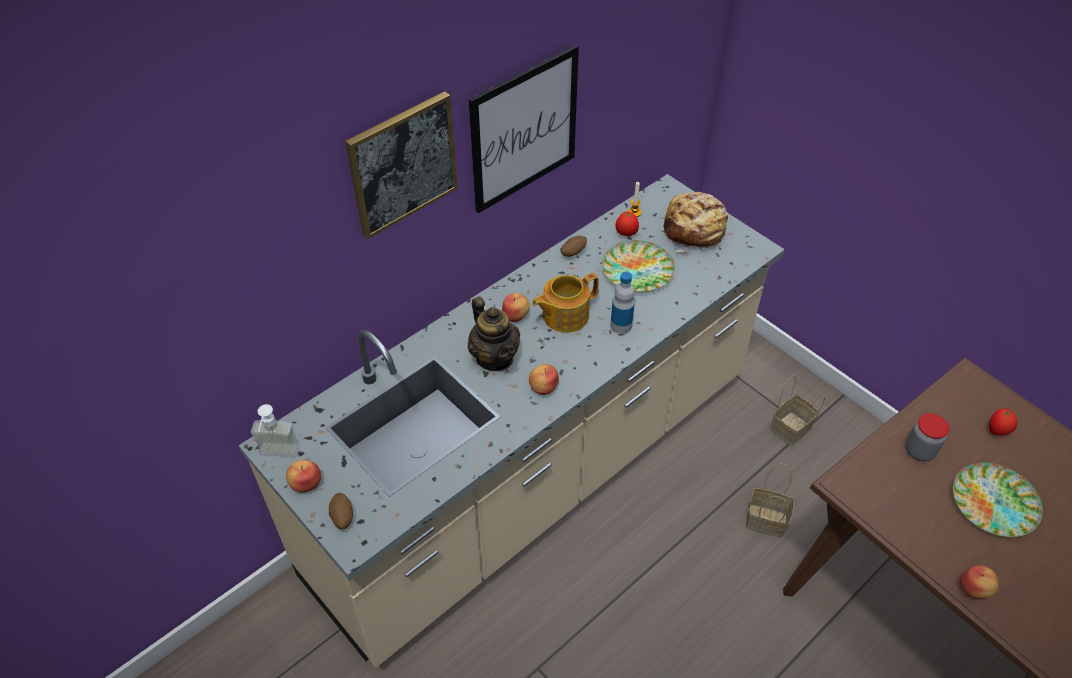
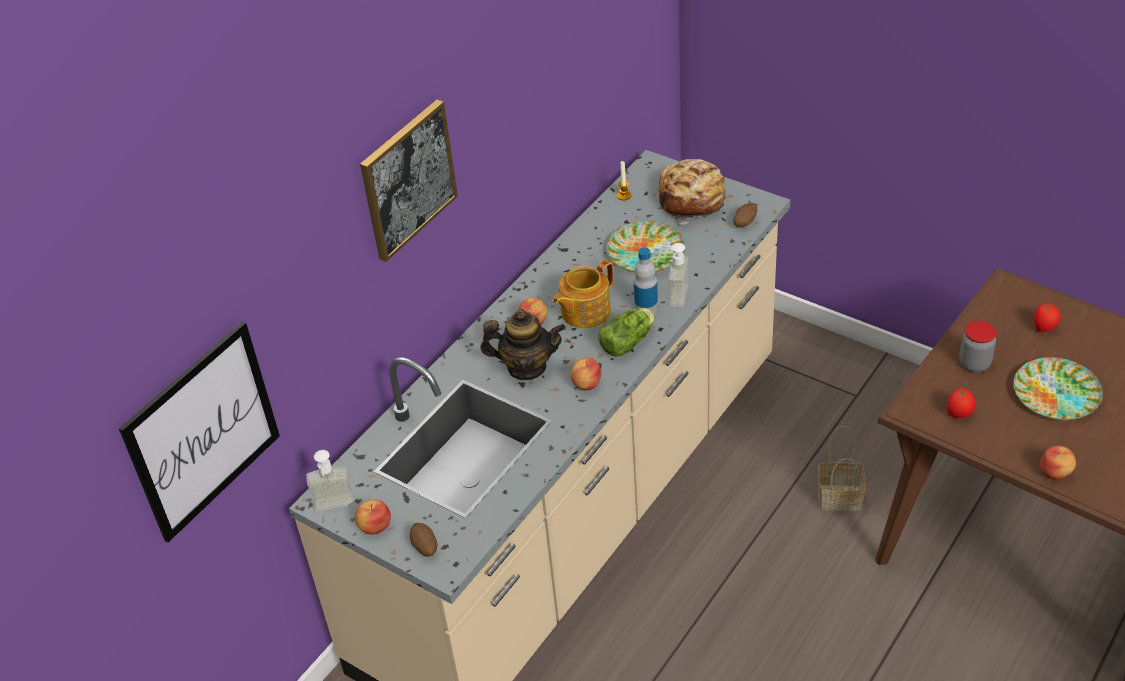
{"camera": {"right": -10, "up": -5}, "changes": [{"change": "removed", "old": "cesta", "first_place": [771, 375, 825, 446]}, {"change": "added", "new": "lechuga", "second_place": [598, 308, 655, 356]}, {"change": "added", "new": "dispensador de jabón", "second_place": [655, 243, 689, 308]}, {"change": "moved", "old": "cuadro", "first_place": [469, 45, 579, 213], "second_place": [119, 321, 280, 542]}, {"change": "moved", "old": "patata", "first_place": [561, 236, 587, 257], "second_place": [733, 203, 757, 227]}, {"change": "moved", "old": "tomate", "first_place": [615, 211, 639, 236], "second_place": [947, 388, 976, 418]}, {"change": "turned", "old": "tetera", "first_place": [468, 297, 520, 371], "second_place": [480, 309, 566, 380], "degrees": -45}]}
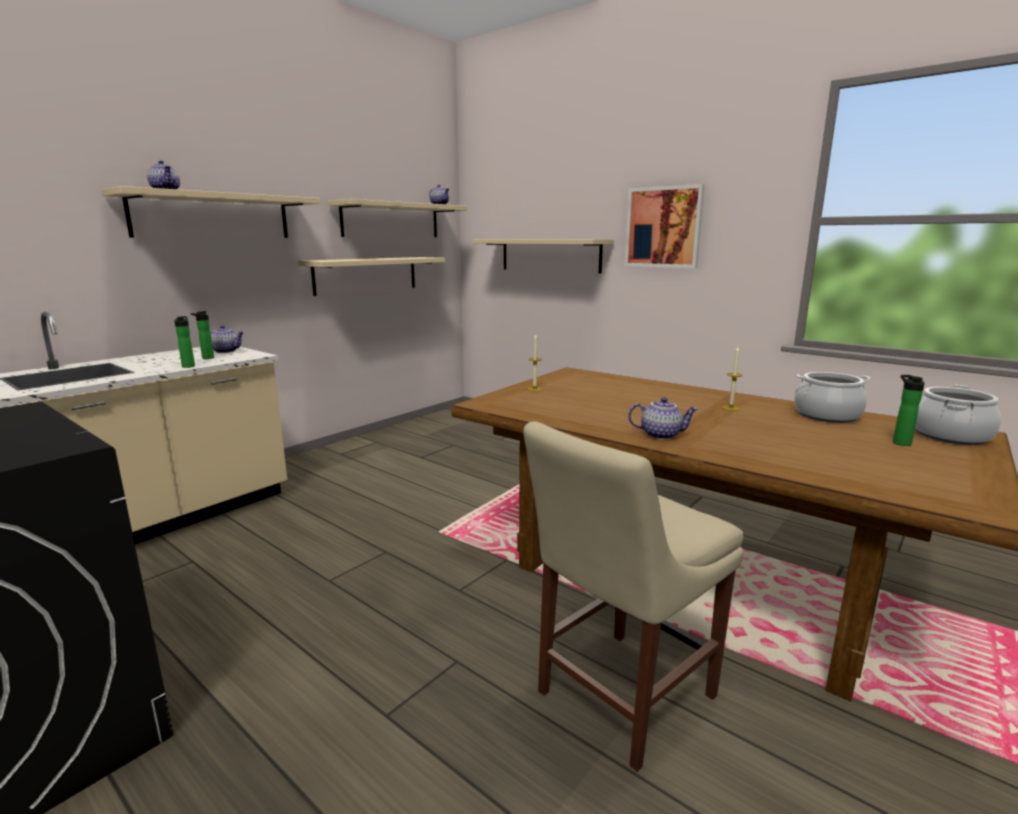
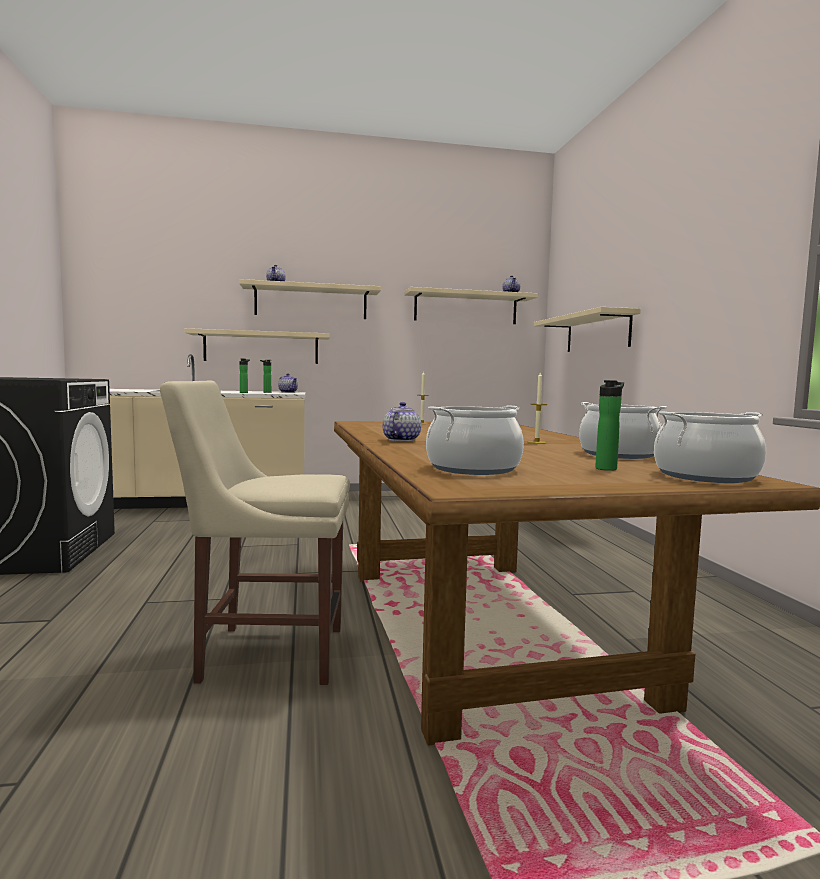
{"camera": {"right": 40, "up": -10}, "changes": [{"change": "removed", "old": "cuadro", "first_place": [625, 184, 705, 268]}, {"change": "added", "new": "olla", "second_place": [426, 406, 524, 475]}, {"change": "moved", "old": "estante (beis)", "first_place": [298, 257, 445, 296], "second_place": [185, 328, 330, 364]}, {"change": "turned", "old": "tetera", "first_place": [628, 397, 698, 440], "second_place": [383, 402, 421, 441], "degrees": -120}]}
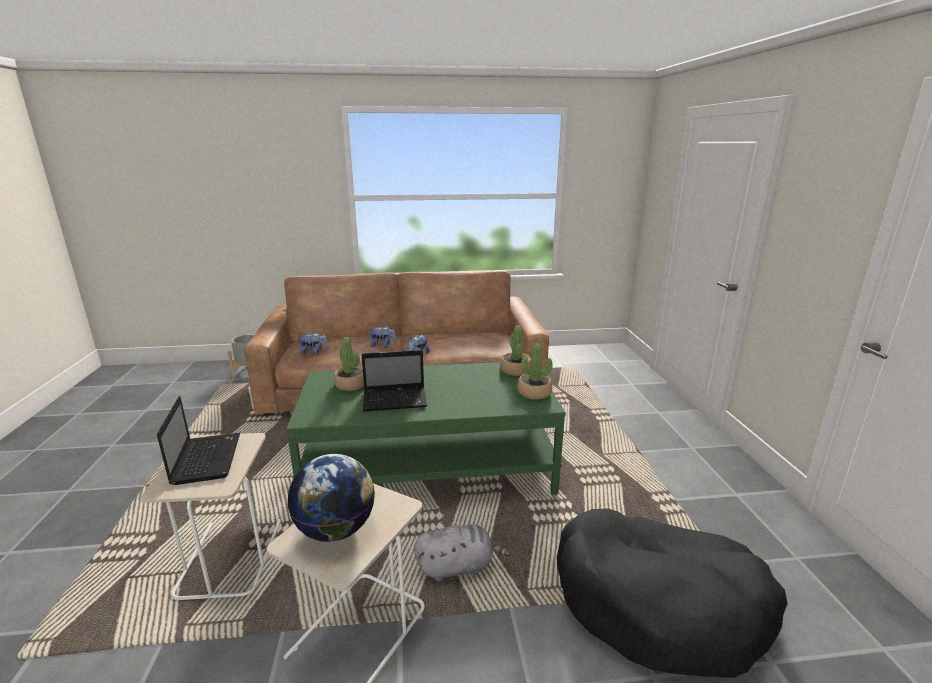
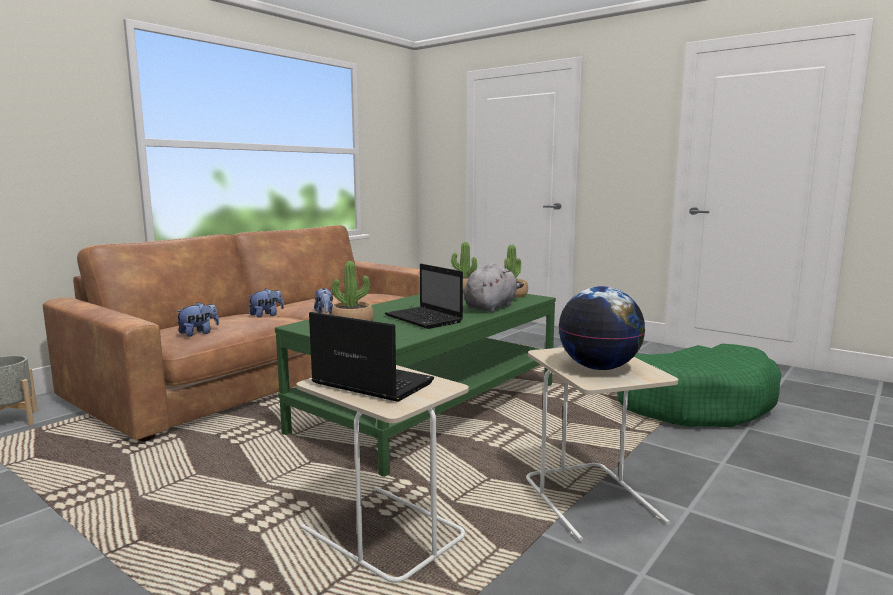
{"camera": {"right": -45, "up": -10}, "changes": [{"change": "moved", "old": "peluche (gris)", "first_place": [414, 524, 511, 581], "second_place": [464, 263, 524, 313]}, {"change": "recoloured", "old": "cama para perro (negro)", "new": "cama para perro (verde)", "first_place": [557, 509, 788, 678], "second_place": [617, 344, 781, 427]}, {"change": "turned", "old": "portátil", "first_place": [362, 350, 427, 411], "second_place": [385, 264, 463, 329], "degrees": 105}]}
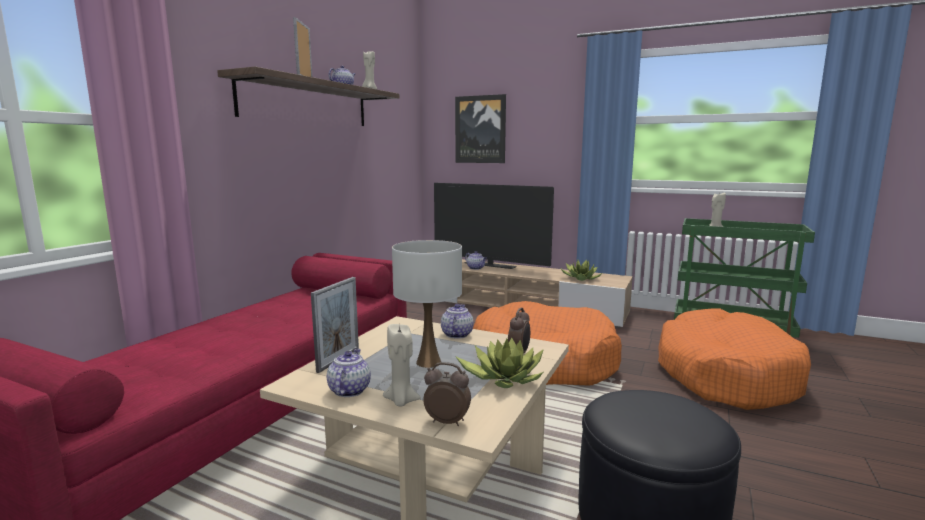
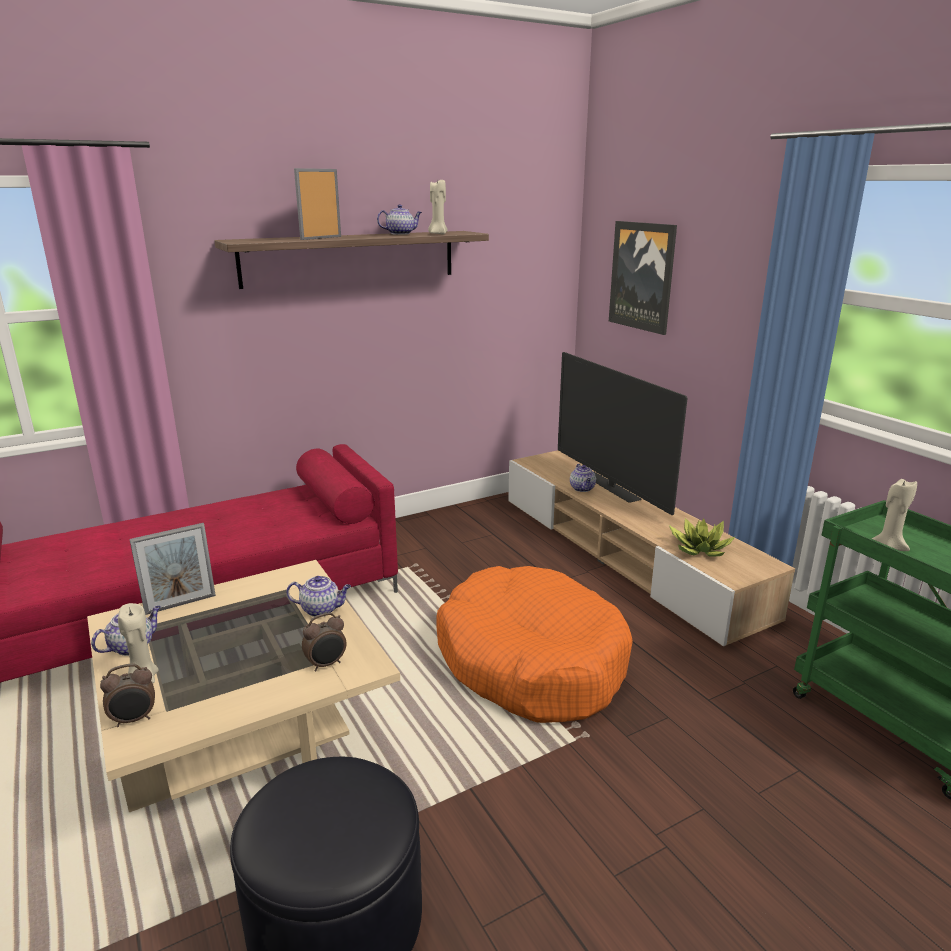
{"camera": {"right": 35, "up": 10}, "changes": [{"change": "removed", "old": "lámpara de mesa (blanco)", "first_place": [392, 240, 462, 368]}, {"change": "removed", "old": "planta en maceta", "first_place": [455, 338, 544, 388]}, {"change": "removed", "old": "cama para perro (naranja)", "first_place": [658, 308, 811, 410]}, {"change": "turned", "old": "despertador", "first_place": [423, 362, 471, 426], "second_place": [100, 664, 155, 727], "degrees": 105}, {"change": "turned", "old": "tetera", "first_place": [441, 304, 474, 339], "second_place": [286, 576, 351, 617], "degrees": 45}]}
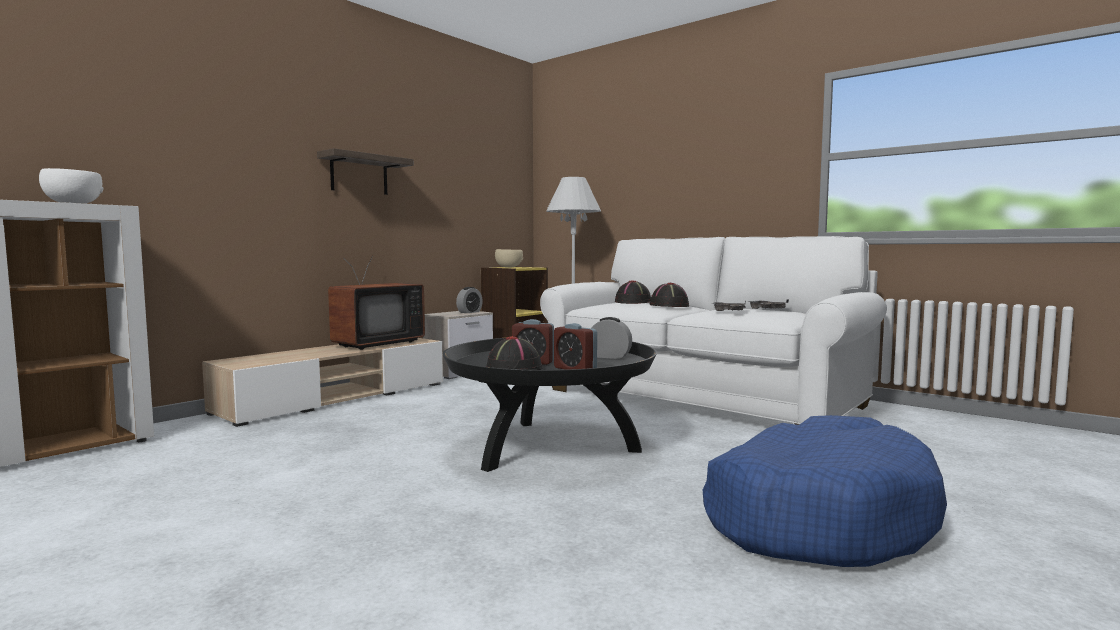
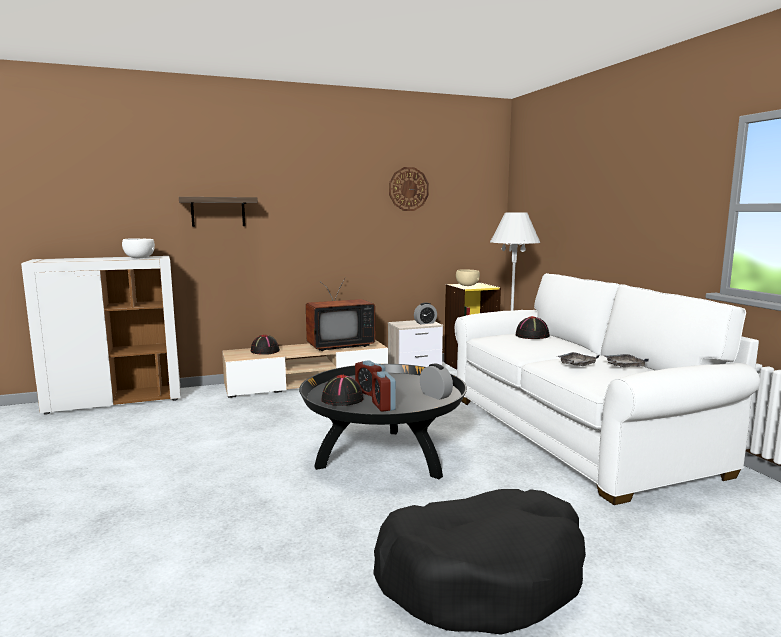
{"camera": {"right": 30, "up": 5}, "changes": [{"change": "added", "new": "reloj de pared", "second_place": [389, 167, 429, 211]}, {"change": "moved", "old": "estante", "first_place": [317, 148, 414, 195], "second_place": [179, 197, 258, 227]}, {"change": "moved", "old": "sombrero (negro)", "first_place": [649, 283, 689, 307], "second_place": [251, 335, 280, 355]}, {"change": "recoloured", "old": "cama para perro (azul)", "new": "cama para perro (negro)", "first_place": [703, 415, 947, 567], "second_place": [373, 489, 586, 635]}]}
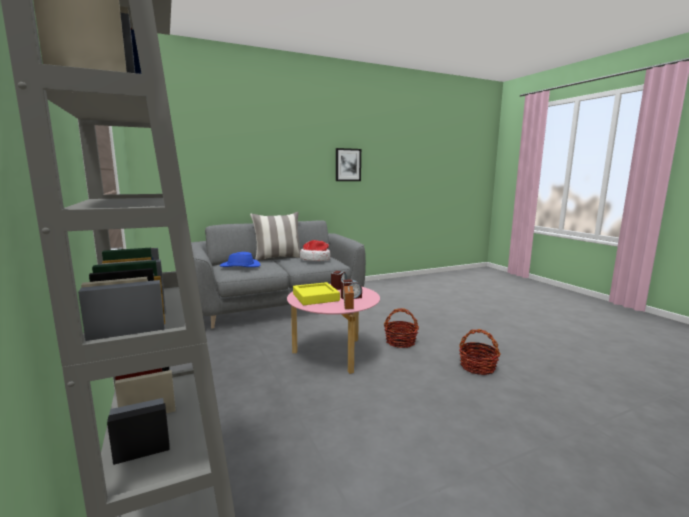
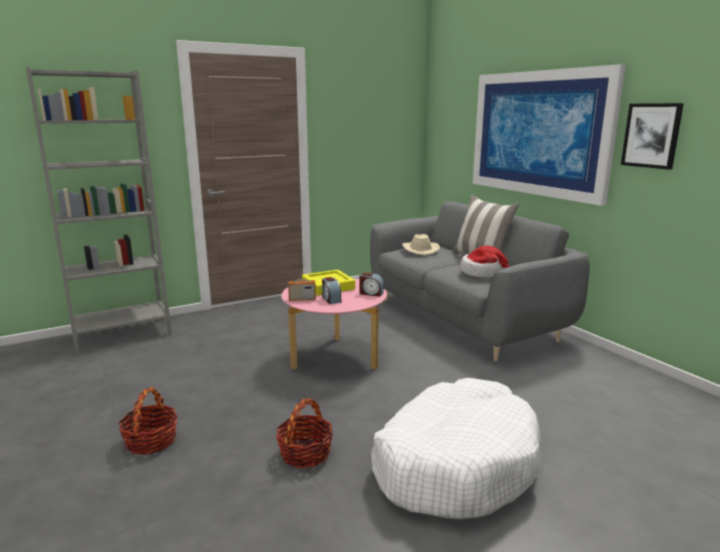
{"camera": {"right": 85, "up": 5}, "changes": [{"change": "added", "new": "cama para perro (blanco)", "second_place": [371, 378, 541, 519]}, {"change": "added", "new": "cuadro", "second_place": [473, 64, 626, 206]}, {"change": "moved", "old": "cesta", "first_place": [384, 308, 419, 348], "second_place": [118, 387, 178, 455]}, {"change": "recoloured", "old": "sombrero (azul)", "new": "sombrero (beis)", "first_place": [220, 252, 260, 267], "second_place": [402, 234, 440, 255]}]}
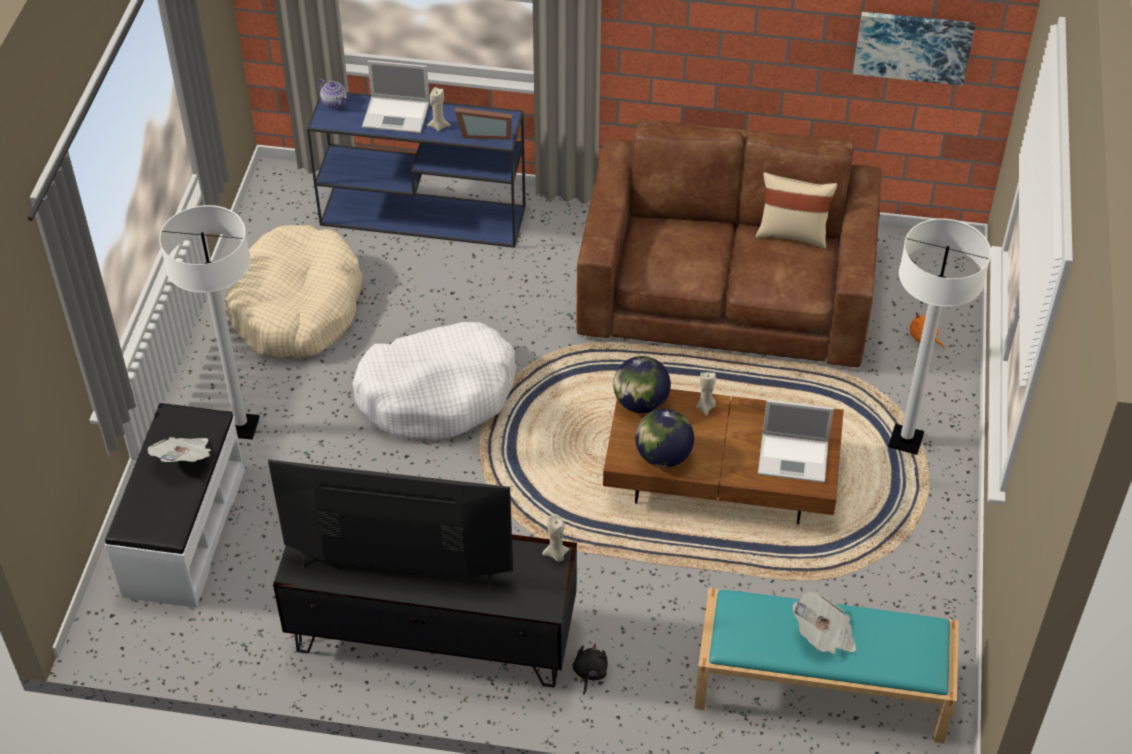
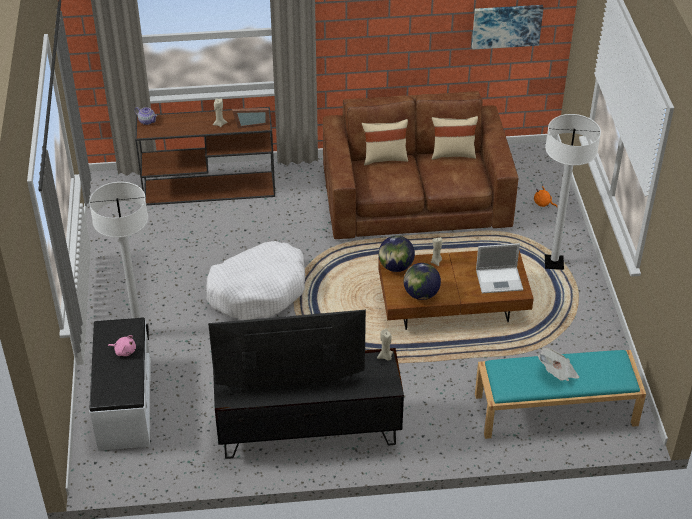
{"camera": {"right": -15, "up": -5}, "changes": [{"change": "removed", "old": "cama para perro (beis)", "first_place": [225, 225, 362, 358]}, {"change": "removed", "old": "portátil", "first_place": [362, 60, 430, 133]}, {"change": "removed", "old": "peluche (negro)", "first_place": [572, 643, 608, 695]}, {"change": "added", "new": "cojín (beis)", "second_place": [362, 119, 408, 166]}, {"change": "replaced", "old": "periódico", "new": "peluche (rosa)", "first_place": [148, 437, 211, 462], "second_place": [108, 335, 136, 356]}, {"change": "recoloured", "old": "mesa consola (azul)", "new": "mesa consola (marrón)", "first_place": [307, 92, 526, 248], "second_place": [135, 107, 275, 205]}]}
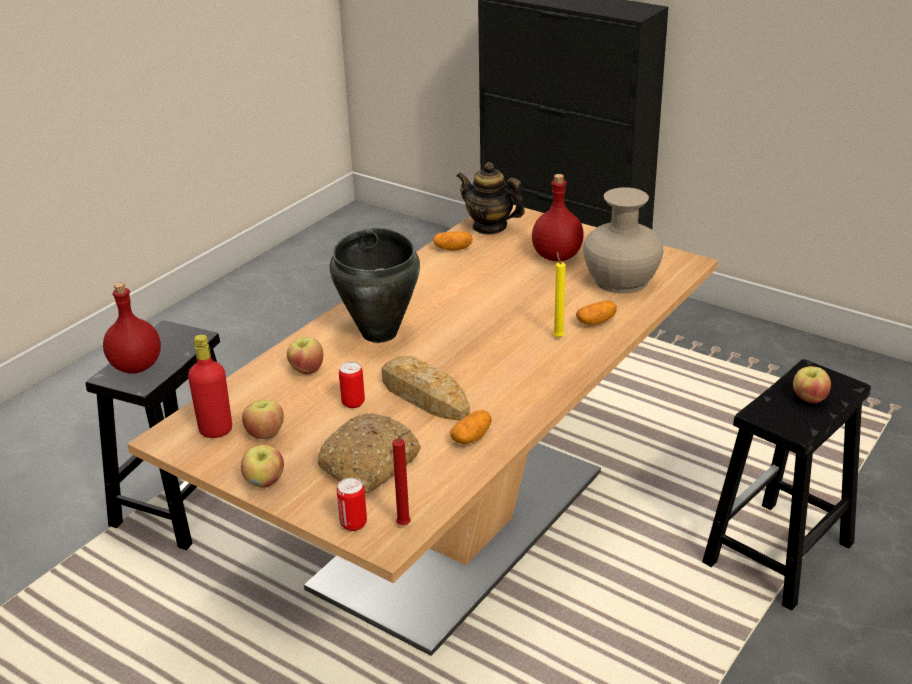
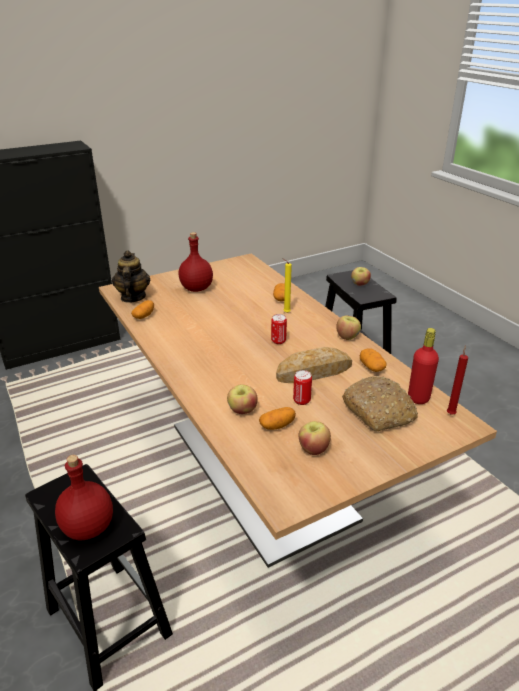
{"camera": {"right": -65, "up": 0}, "changes": [{"change": "removed", "old": "olla (negro)", "first_place": [330, 228, 420, 343]}, {"change": "removed", "old": "florero (beis)", "first_place": [583, 187, 663, 294]}, {"change": "added", "new": "patata", "second_place": [259, 407, 296, 430]}, {"change": "moved", "old": "botella (rojo)", "first_place": [188, 334, 232, 438], "second_place": [408, 328, 439, 404]}, {"change": "moved", "old": "manzana", "first_place": [241, 445, 284, 488], "second_place": [336, 316, 361, 340]}, {"change": "moved", "old": "lata", "first_place": [337, 478, 367, 531], "second_place": [271, 314, 287, 344]}, {"change": "turned", "old": "tetera", "first_place": [457, 162, 525, 235], "second_place": [112, 250, 150, 303], "degrees": 120}]}
